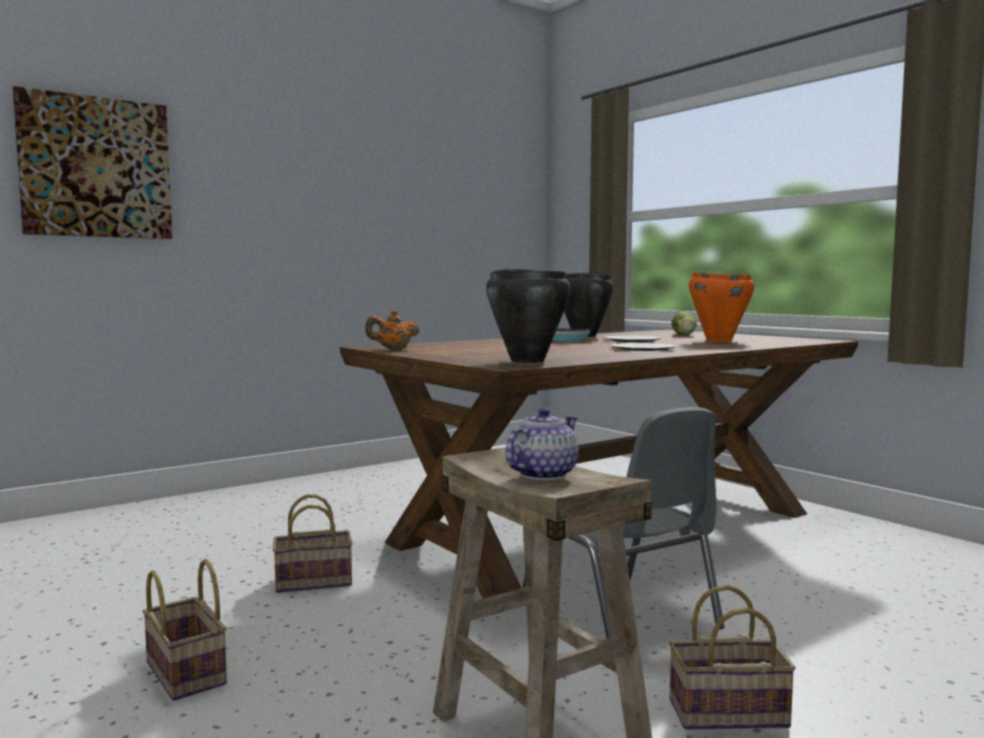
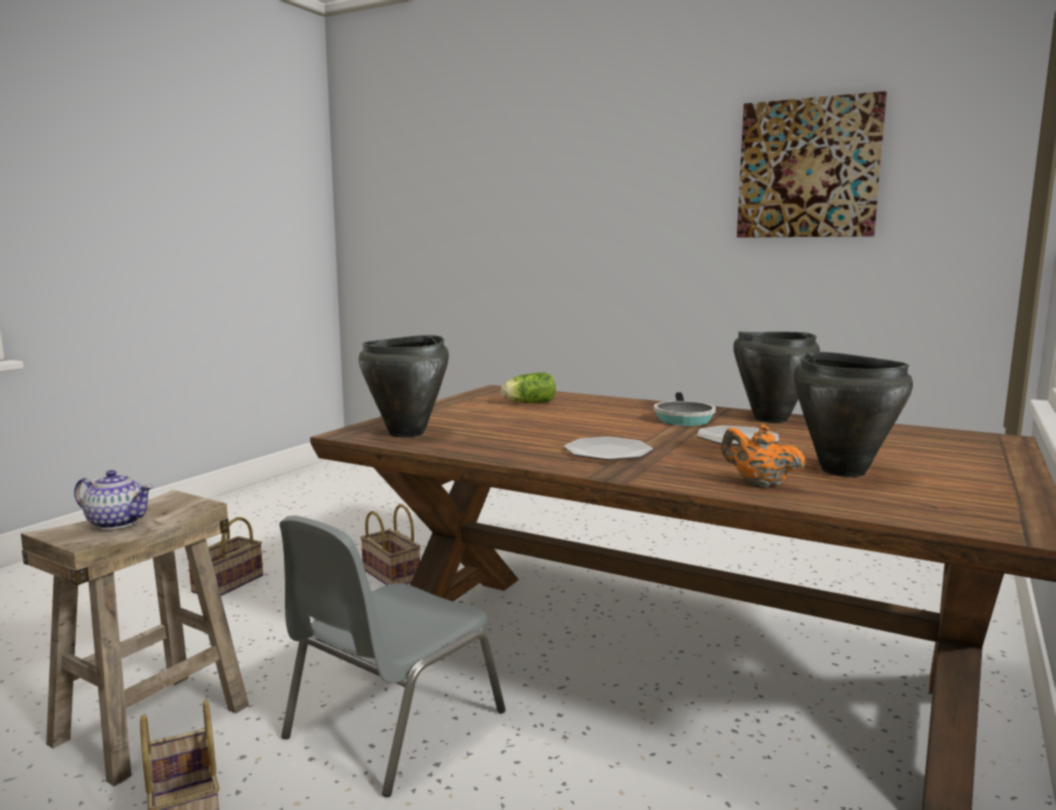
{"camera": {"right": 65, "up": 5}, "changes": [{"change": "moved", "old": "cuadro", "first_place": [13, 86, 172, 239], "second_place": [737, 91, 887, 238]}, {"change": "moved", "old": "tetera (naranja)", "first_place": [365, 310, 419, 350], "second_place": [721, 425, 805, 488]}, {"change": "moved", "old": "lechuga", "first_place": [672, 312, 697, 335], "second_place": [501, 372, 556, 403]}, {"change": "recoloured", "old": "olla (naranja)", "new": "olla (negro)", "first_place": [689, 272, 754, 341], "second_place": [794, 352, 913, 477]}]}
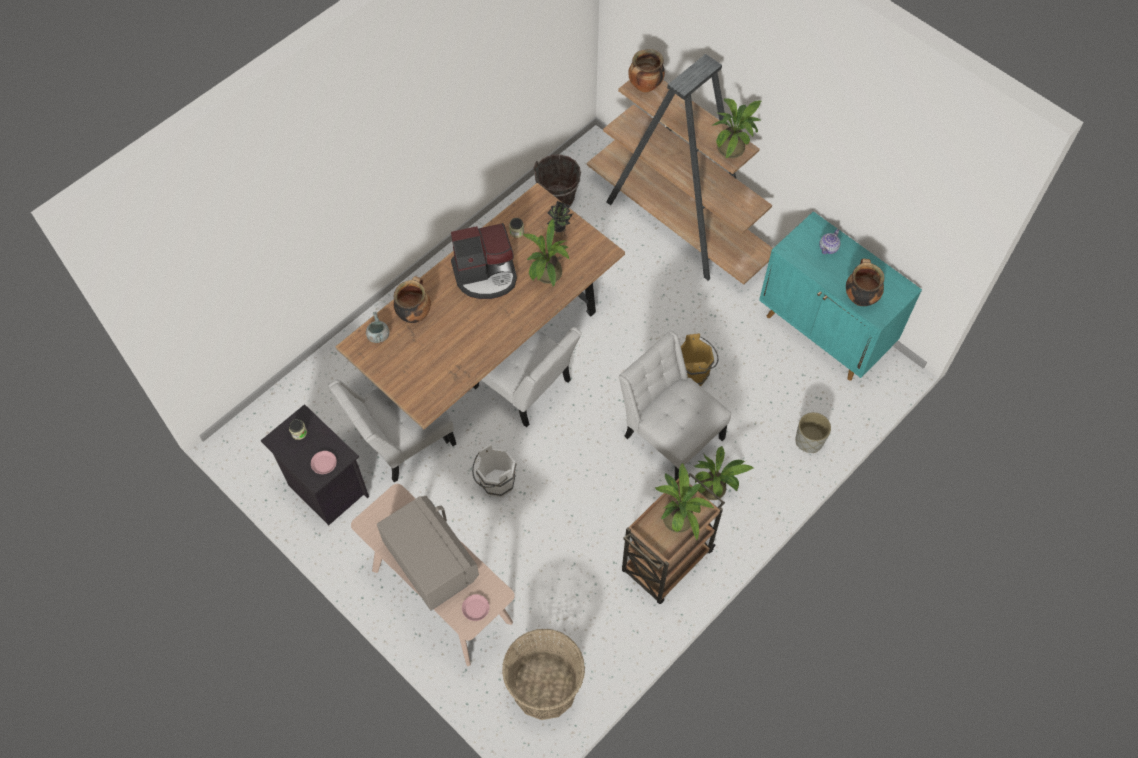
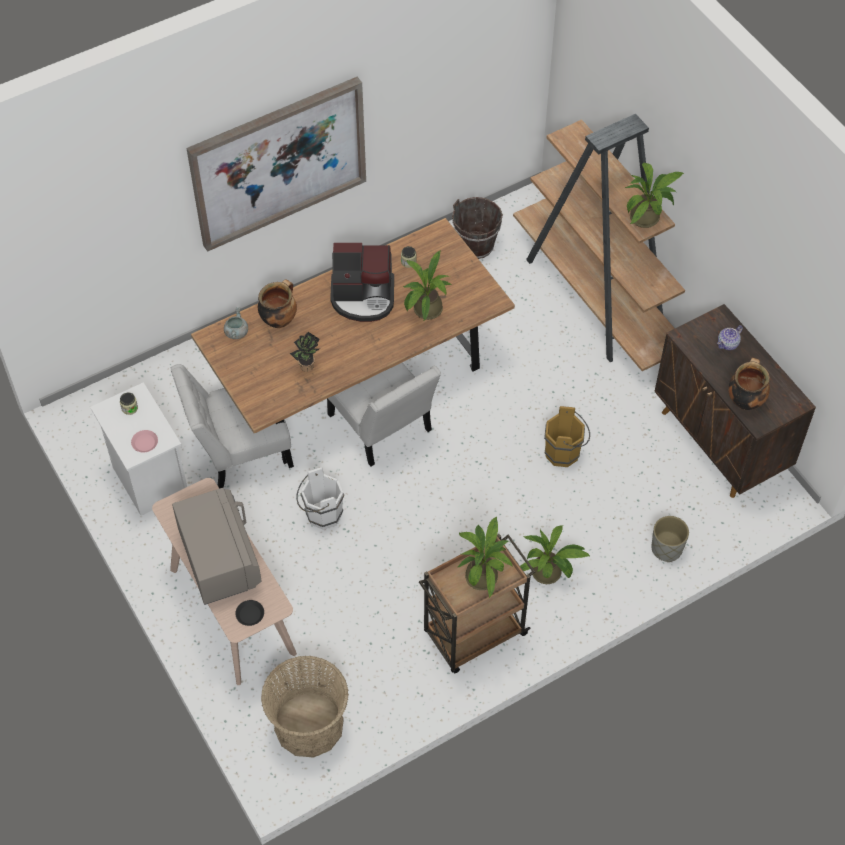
{"camera": {"right": 15, "up": -5}, "changes": [{"change": "removed", "old": "silla (blanco)", "first_place": [619, 331, 731, 481]}, {"change": "removed", "old": "olla", "first_place": [628, 49, 665, 93]}, {"change": "added", "new": "cuadro", "second_place": [186, 77, 366, 252]}, {"change": "moved", "old": "planta en maceta", "first_place": [547, 201, 573, 237], "second_place": [290, 332, 321, 372]}, {"change": "recoloured", "old": "mesita de noche (negro)", "new": "mesita de noche (blanco)", "first_place": [260, 404, 369, 525], "second_place": [90, 382, 187, 516]}, {"change": "recoloured", "old": "plato (rosa)", "new": "plato (negro)", "first_place": [462, 594, 489, 621], "second_place": [235, 600, 264, 626]}, {"change": "recoloured", "old": "armario (turquesa)", "new": "armario (marrón)", "first_place": [759, 211, 922, 381], "second_place": [654, 304, 816, 498]}]}
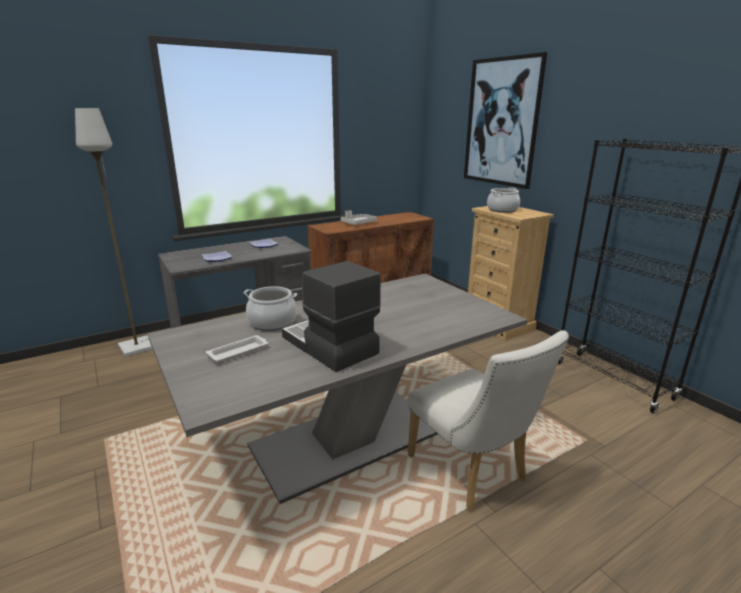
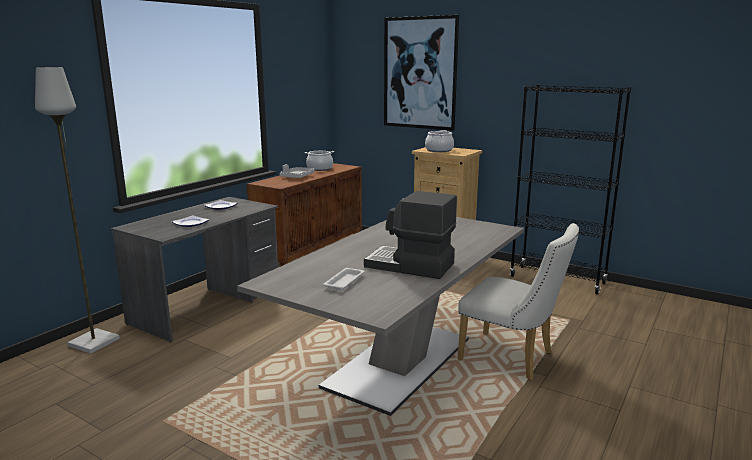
{"camera": {"right": -25, "up": -5}, "changes": [{"change": "moved", "old": "olla", "first_place": [244, 286, 297, 331], "second_place": [305, 151, 334, 171]}]}
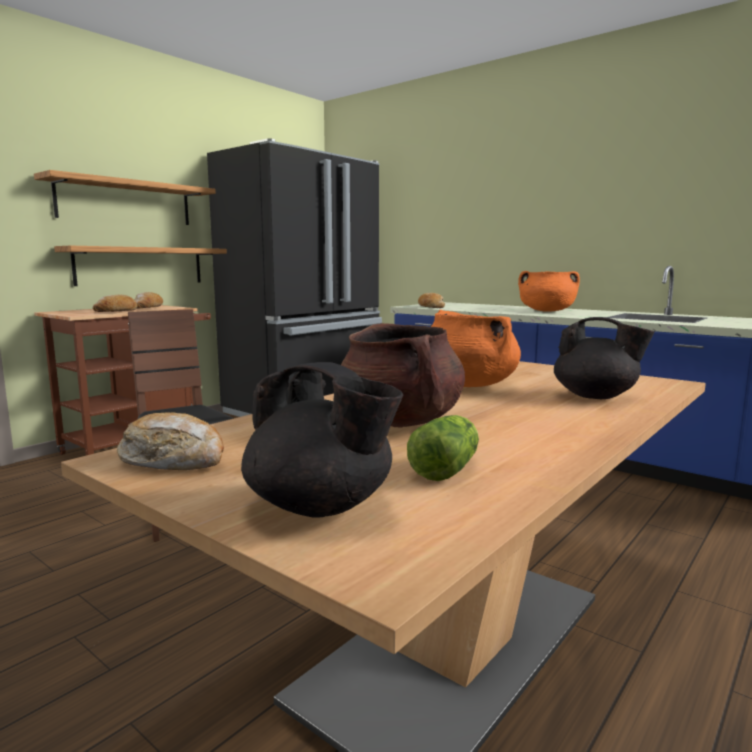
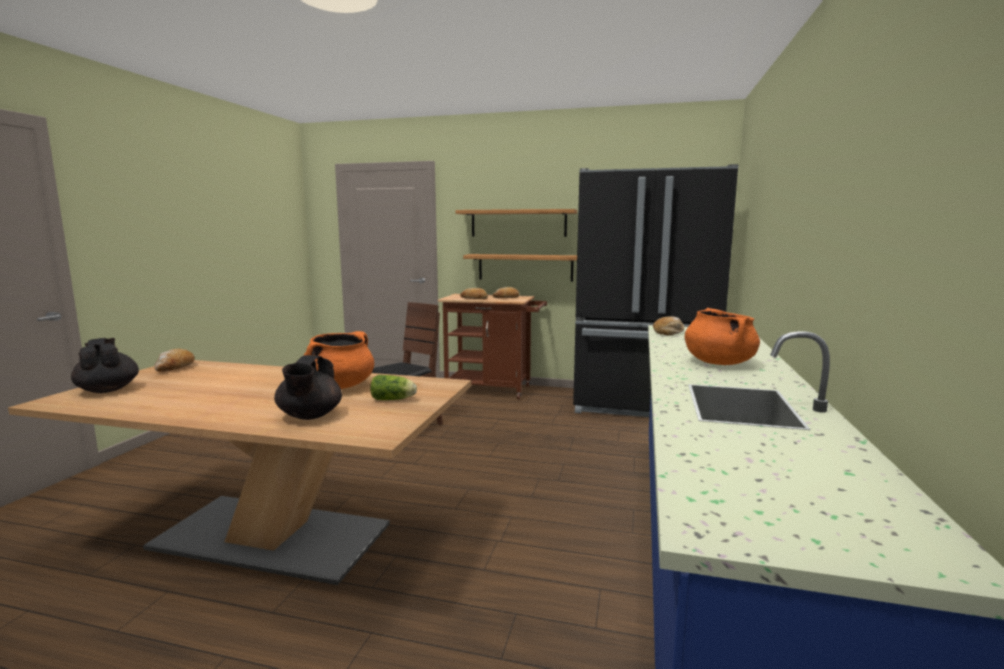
{"camera": {"right": 65, "up": 0}, "changes": [{"change": "removed", "old": "olla (marrón)", "first_place": [341, 323, 465, 427]}, {"change": "moved", "old": "lechuga", "first_place": [407, 415, 479, 481], "second_place": [370, 375, 417, 400]}, {"change": "turned", "old": "tetera (negro)", "first_place": [241, 362, 403, 518], "second_place": [71, 338, 139, 393], "degrees": 135}]}
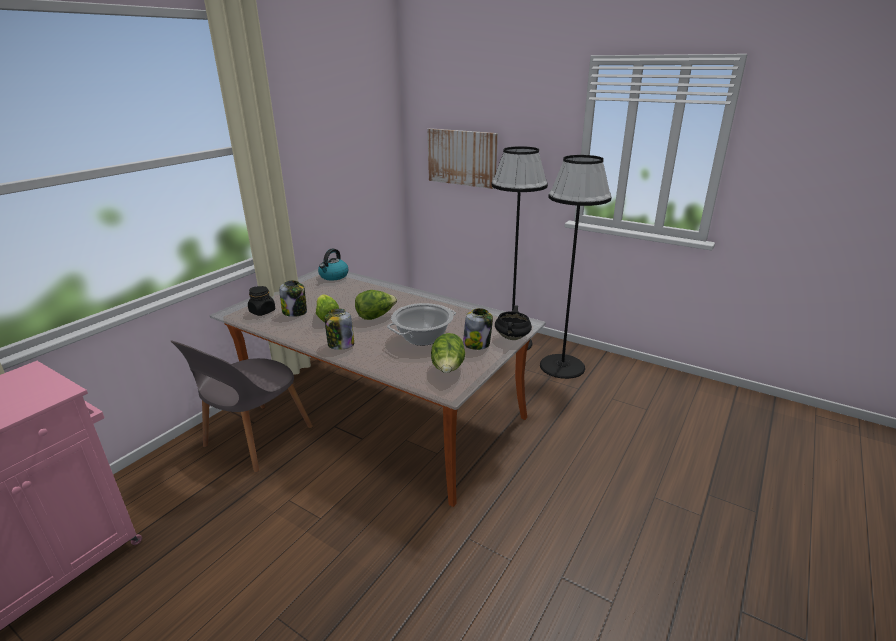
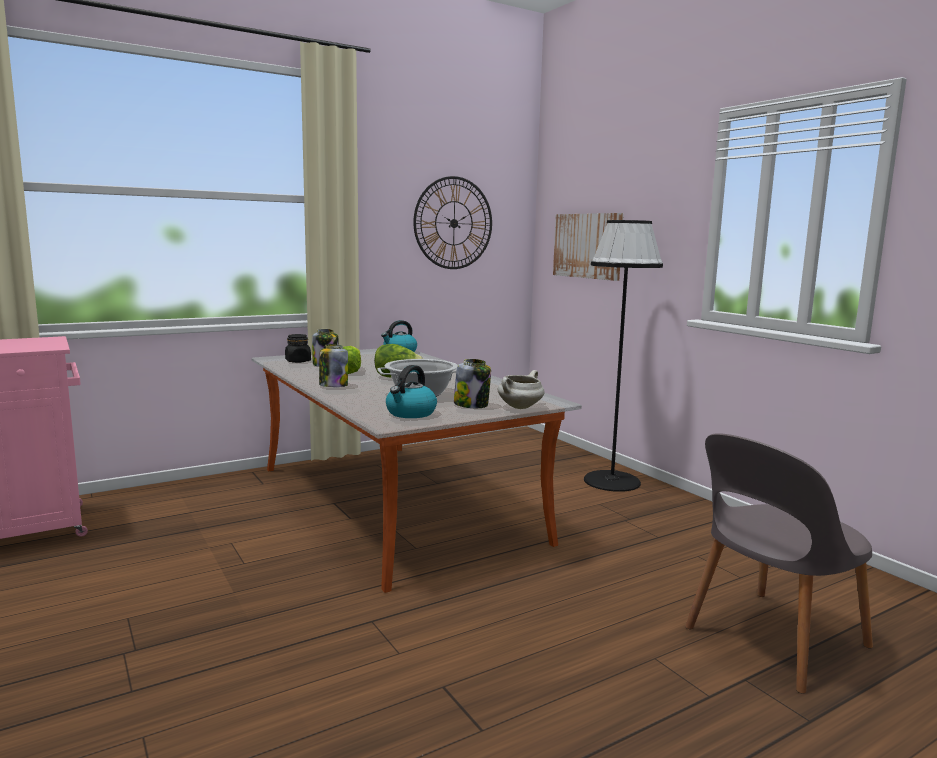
{"camera": {"right": 25, "up": -15}, "changes": [{"change": "removed", "old": "lámpara de pie (negro)", "first_place": [540, 155, 612, 379]}, {"change": "added", "new": "reloj de pared", "second_place": [413, 176, 492, 269]}, {"change": "moved", "old": "silla (gris)", "first_place": [171, 340, 313, 472], "second_place": [685, 433, 873, 694]}, {"change": "replaced", "old": "lechuga", "new": "hervidor", "first_place": [431, 333, 465, 373], "second_place": [386, 365, 437, 418]}, {"change": "recoloured", "old": "olla (negro)", "new": "olla (blanco)", "first_place": [495, 305, 532, 340], "second_place": [498, 370, 544, 409]}]}
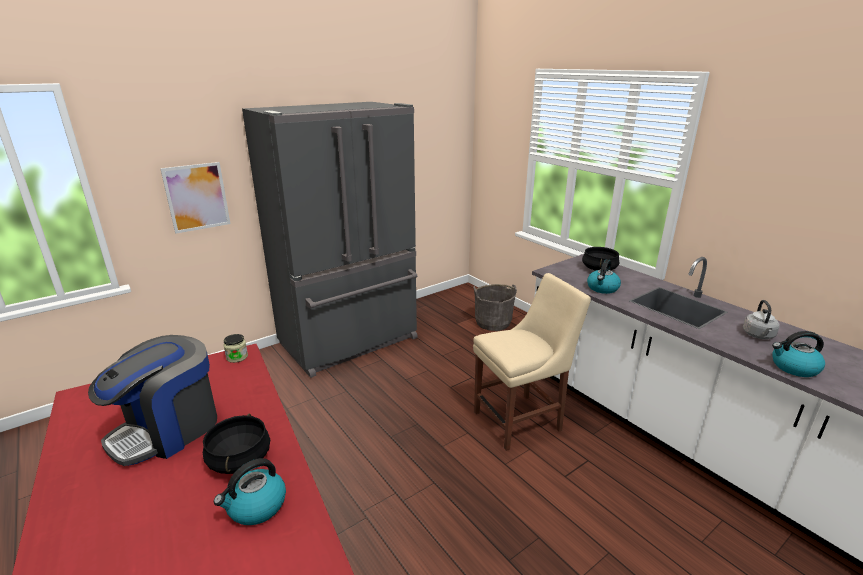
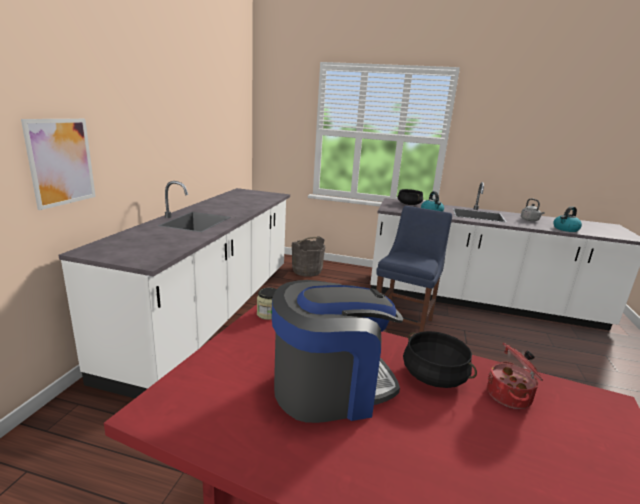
{"camera": {"right": -40, "up": -5}, "changes": [{"change": "replaced", "old": "hervidor", "new": "olla", "first_place": [214, 458, 286, 525], "second_place": [487, 343, 543, 409]}, {"change": "replaced", "old": "nevera (gris)", "new": "mueble bajo de cocina (blanco)", "first_place": [242, 102, 418, 378], "second_place": [59, 181, 290, 398]}, {"change": "recoloured", "old": "silla (beis)", "new": "silla (azul)", "first_place": [473, 273, 591, 451], "second_place": [376, 206, 452, 332]}, {"change": "turned", "old": "cafetera", "first_place": [88, 335, 217, 466], "second_place": [272, 280, 403, 423], "degrees": -105}]}
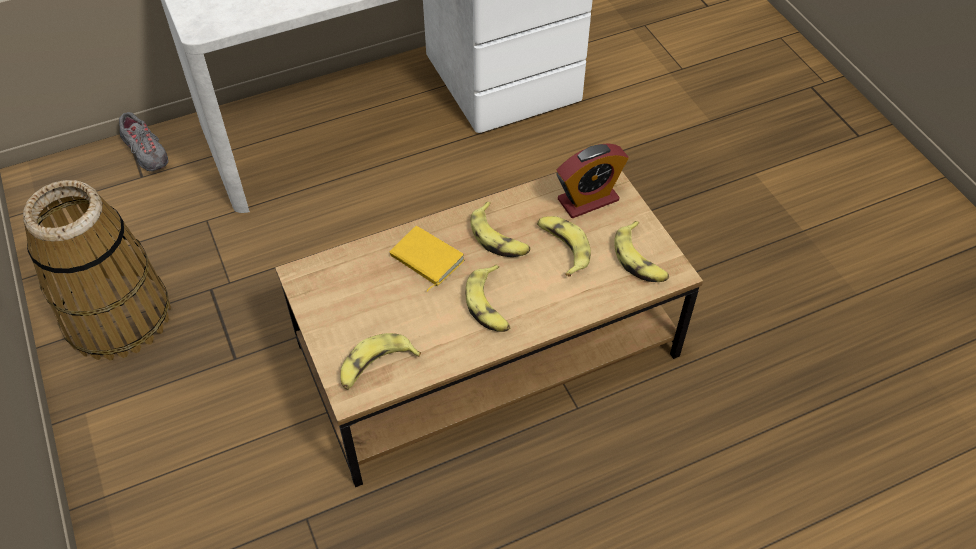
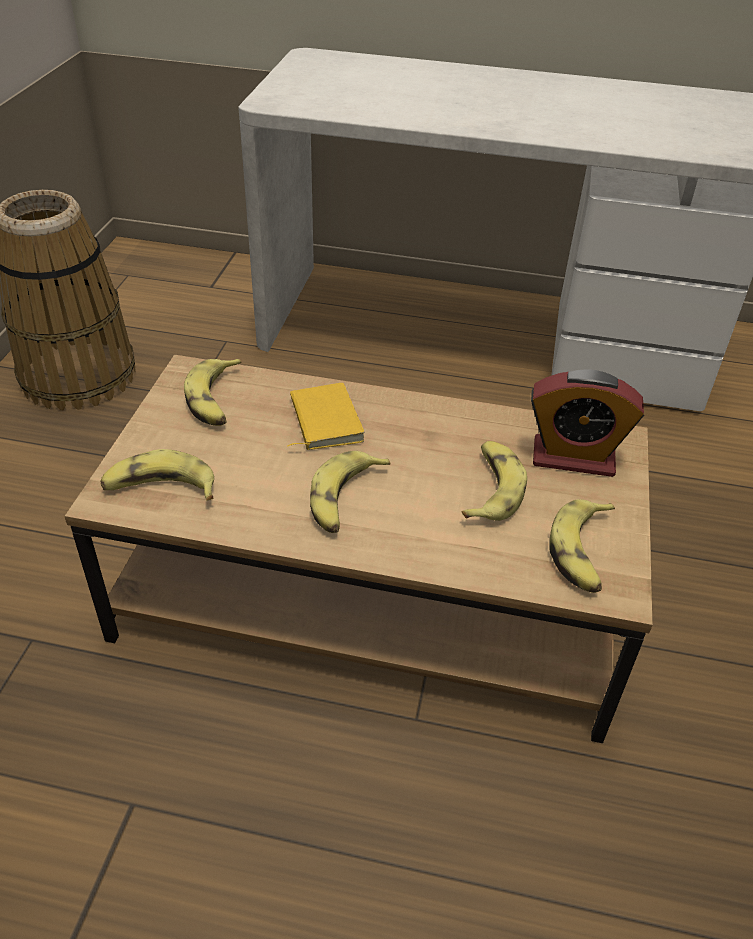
{"camera": {"right": 35, "up": -10}, "changes": [{"change": "removed", "old": "zapato (gris)", "first_place": [119, 112, 169, 172]}, {"change": "moved", "old": "plátano", "first_place": [470, 202, 531, 257], "second_place": [184, 359, 242, 426]}]}
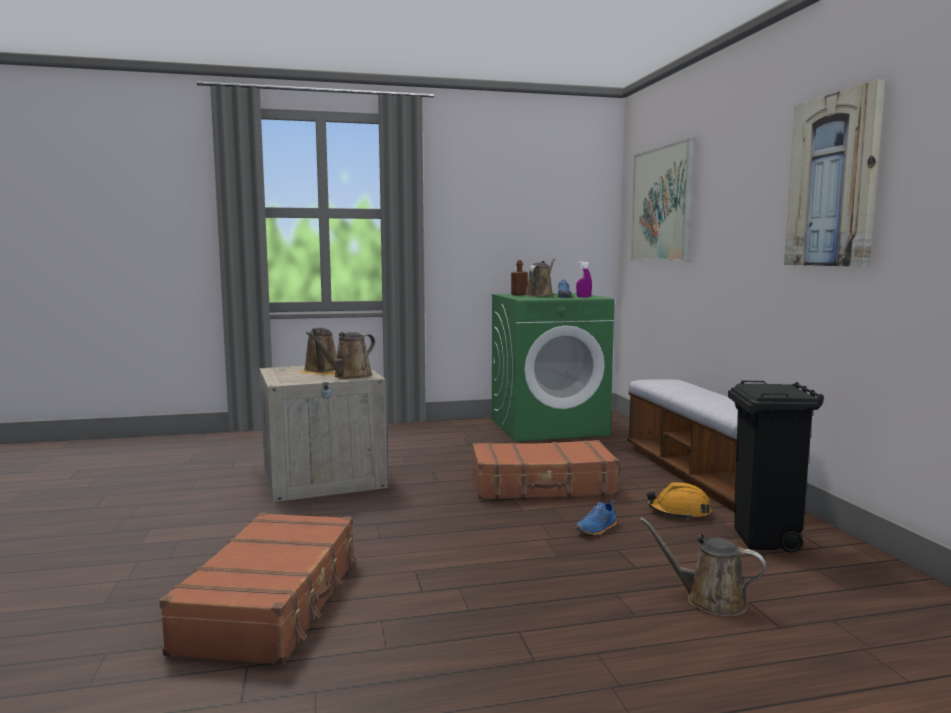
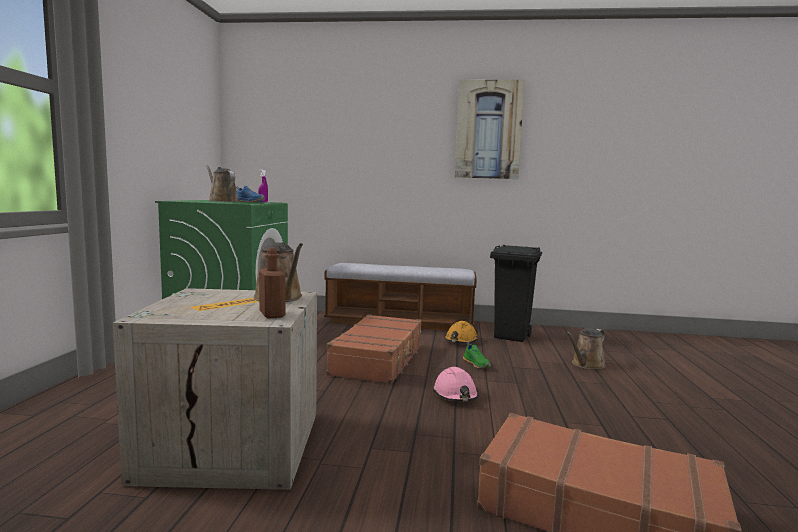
{"camera": {"right": -70, "up": 0}, "changes": [{"change": "removed", "old": "regadera (marrón)", "first_place": [304, 328, 337, 372]}, {"change": "removed", "old": "cuadro", "first_place": [631, 138, 695, 262]}, {"change": "added", "new": "casco (rosa)", "second_place": [433, 367, 479, 401]}, {"change": "moved", "old": "botella (marrón)", "first_place": [511, 260, 528, 295], "second_place": [259, 248, 286, 319]}, {"change": "recoloured", "old": "zapato (azul)", "new": "zapato (verde)", "first_place": [576, 500, 617, 535], "second_place": [463, 342, 491, 368]}]}
